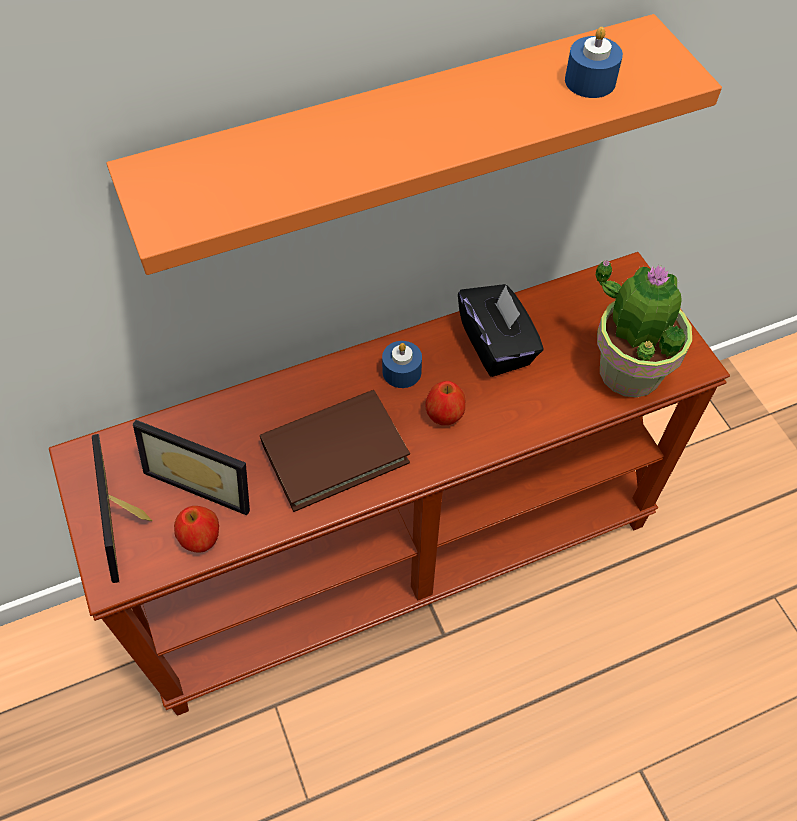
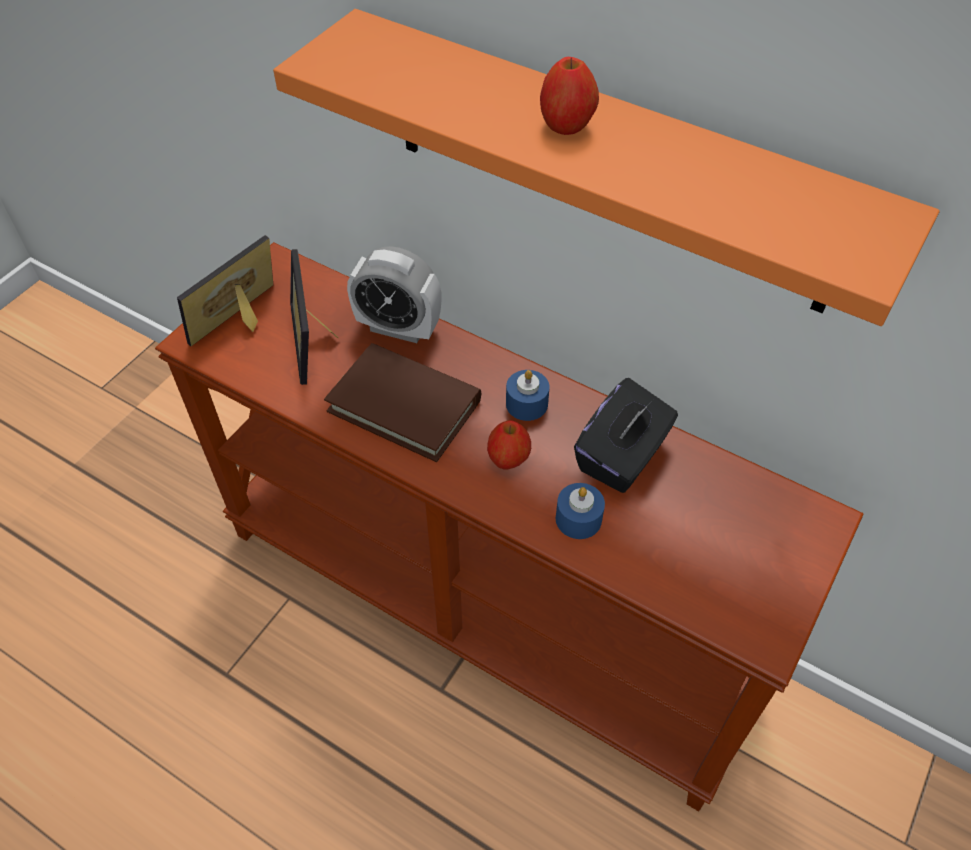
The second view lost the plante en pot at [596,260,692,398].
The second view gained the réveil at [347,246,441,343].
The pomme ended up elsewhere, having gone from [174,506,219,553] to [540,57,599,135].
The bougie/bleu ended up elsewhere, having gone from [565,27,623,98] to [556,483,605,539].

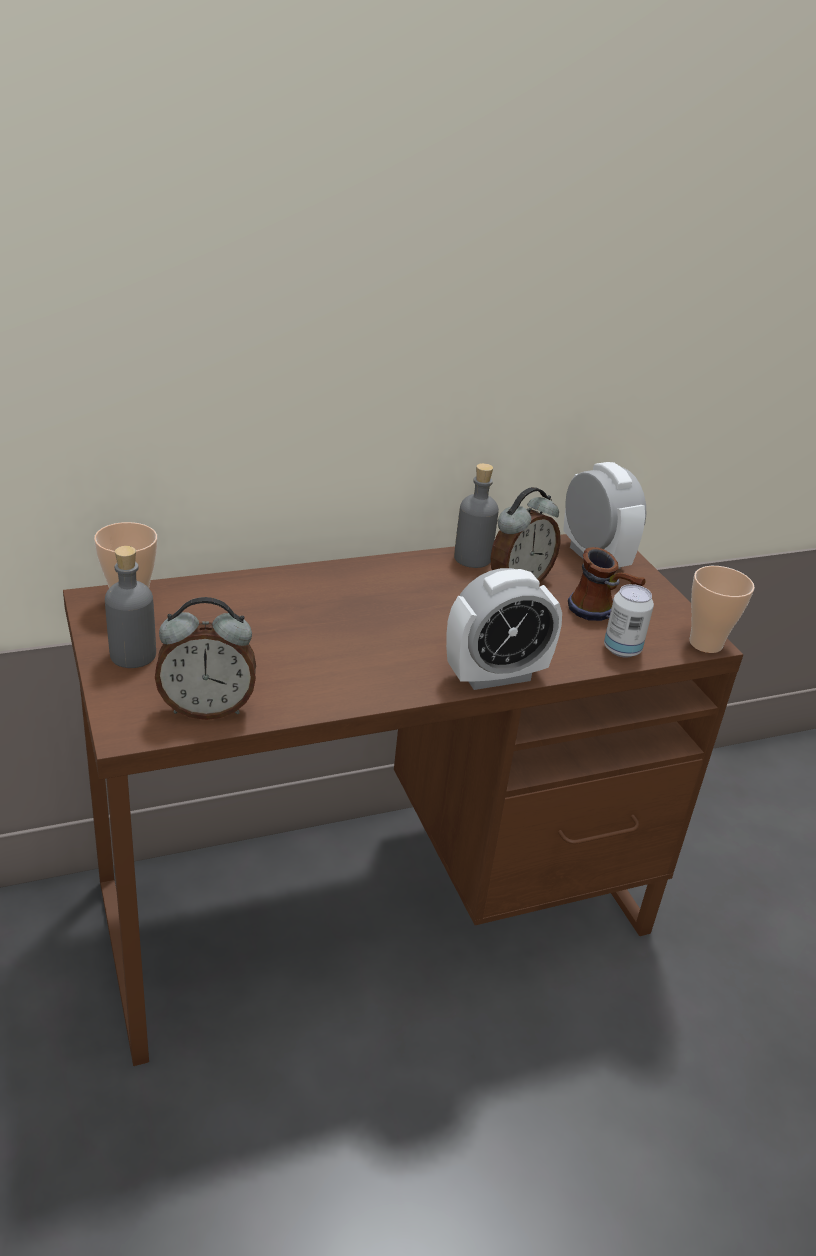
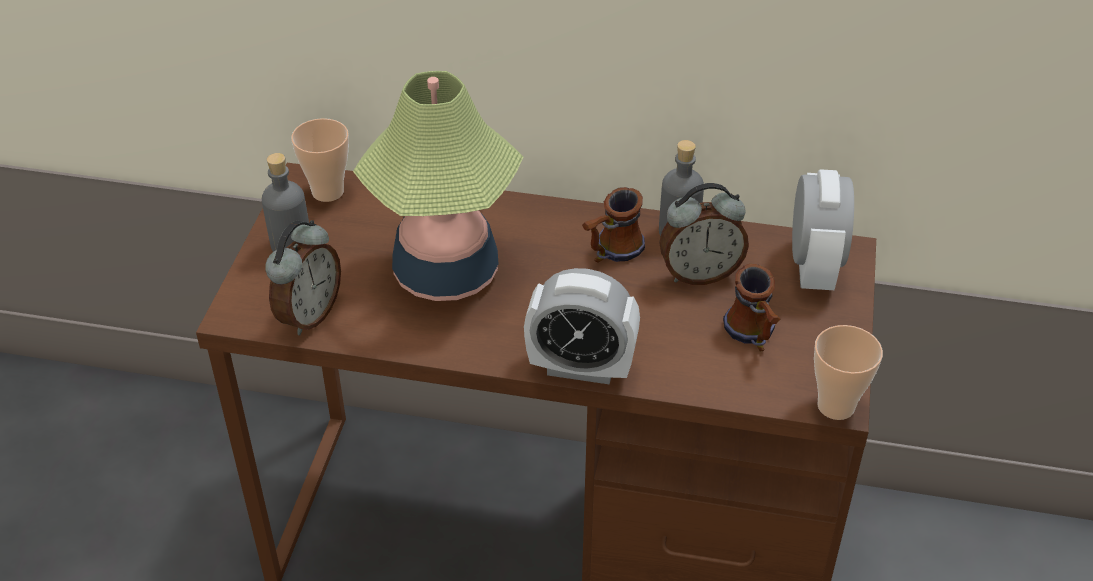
The second view lost the boîte métallique at [604,584,654,658].
The second view gained the lampe de table at [353,71,523,301].
The second view gained the mug at [582,187,645,263].
The réveil at [155,597,256,720] ended up facing another way, 90 degrees counterclockwise from before.

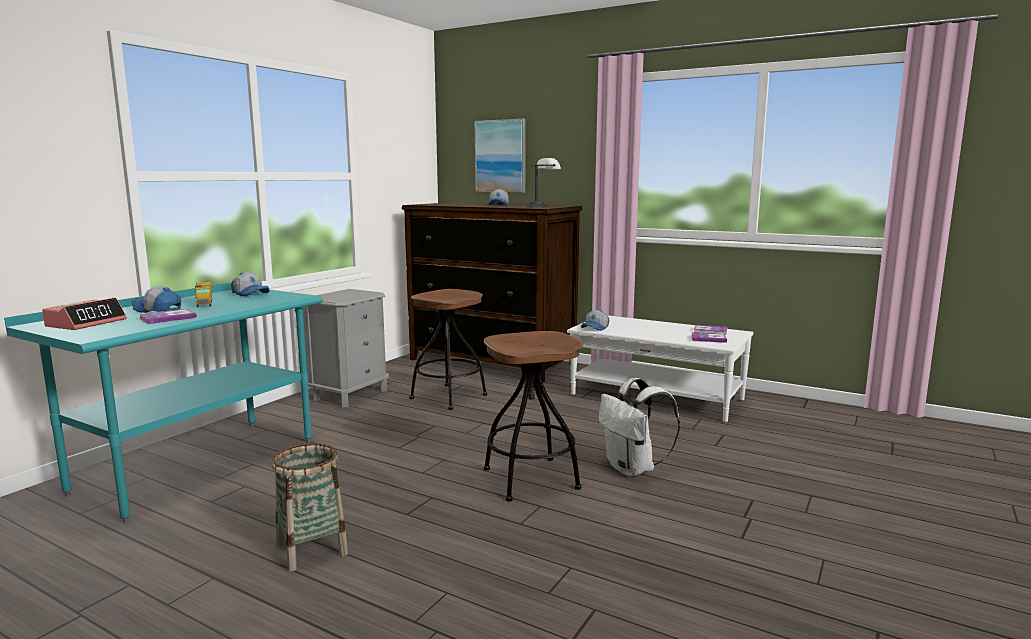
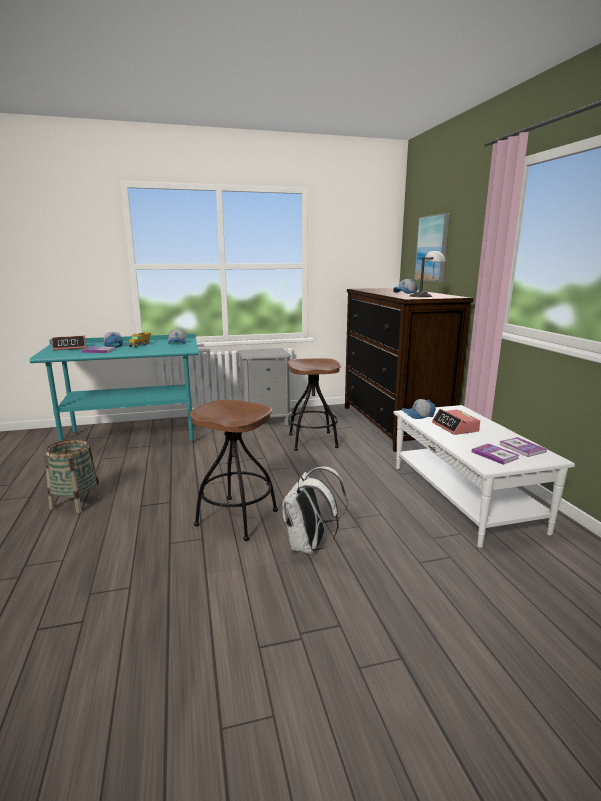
The second view gained the réveil at [432,409,480,435].

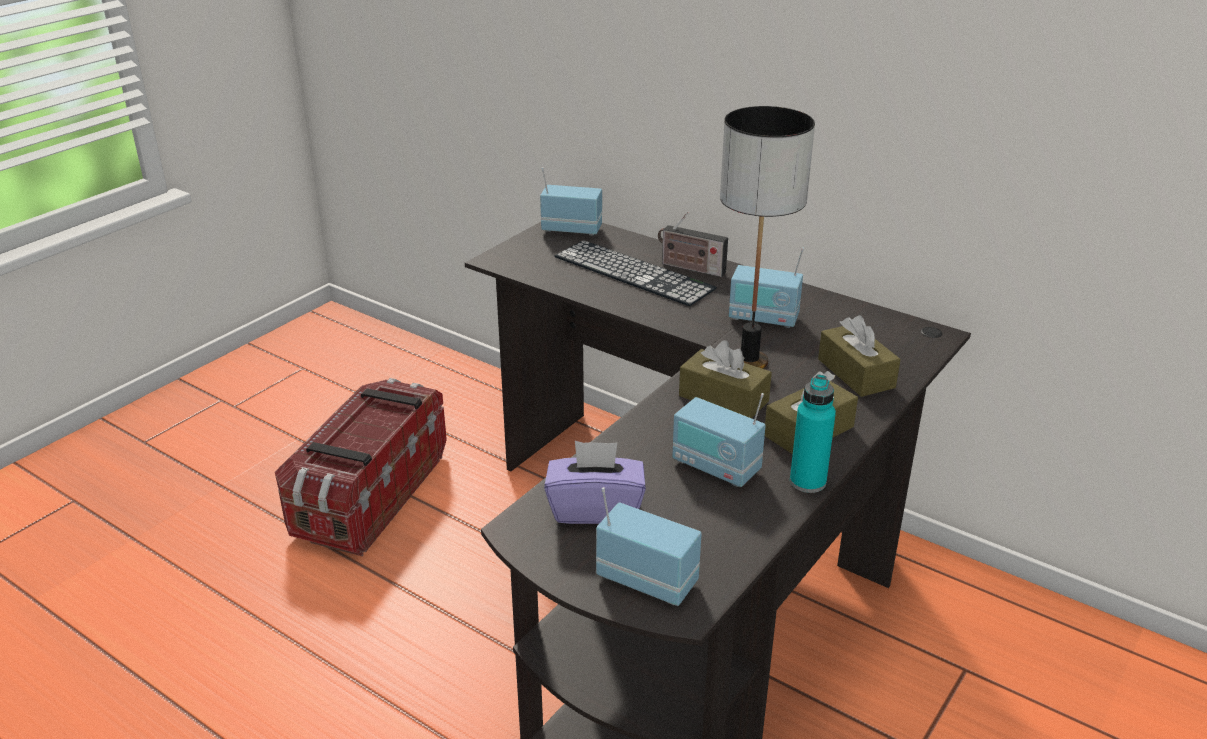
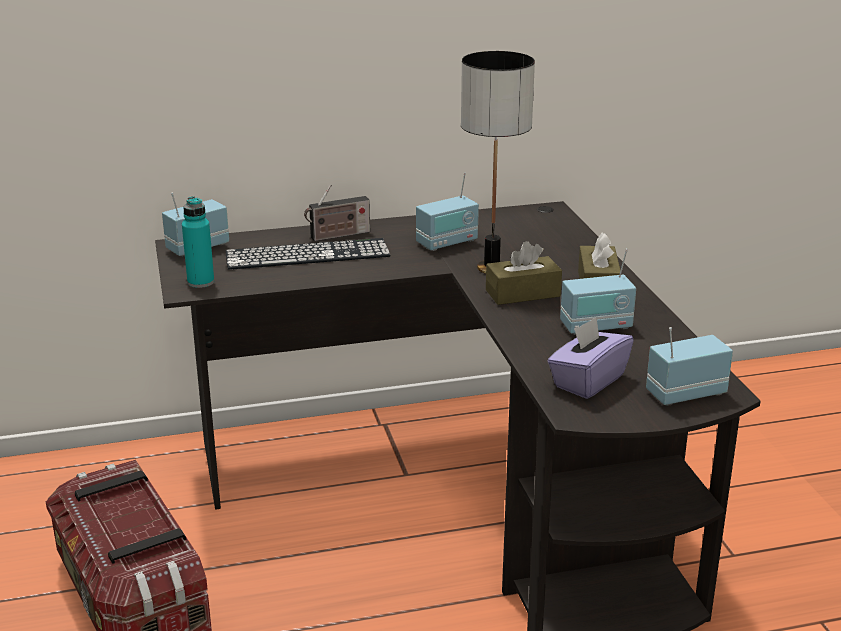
The second view lost the boîte à mouchoirs/marron at [818,315,901,397].
The bouteille/turquoise ended up elsewhere, having gone from [790,375,836,493] to [182,196,214,288].

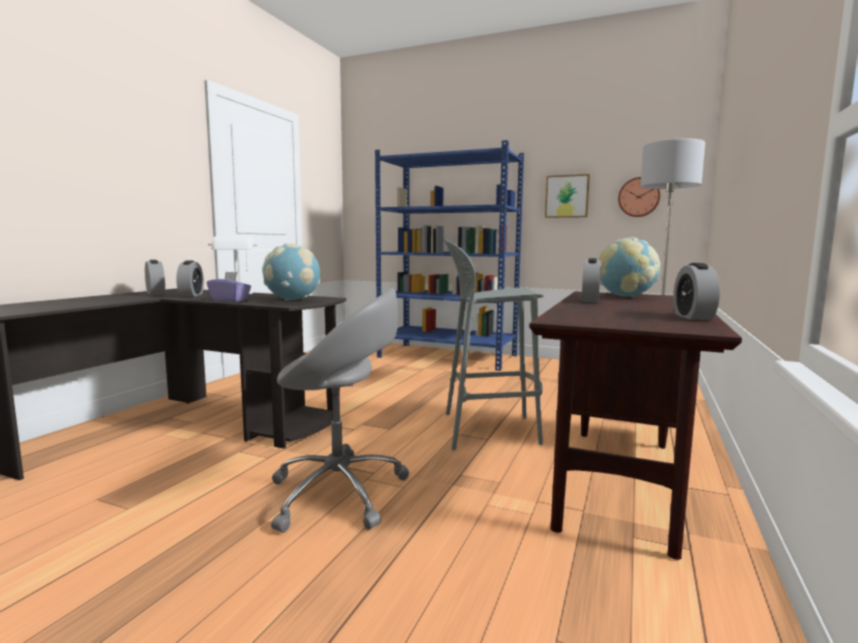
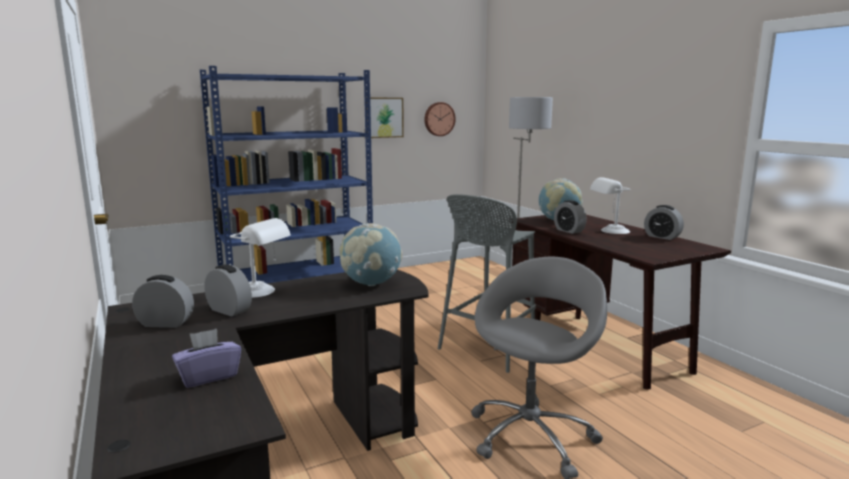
The second view gained the lampe de table/blanc at [590,177,631,234].
The boîte à mouchoirs/violet ended up elsewhere, having gone from [207,272,251,302] to [172,329,241,388].

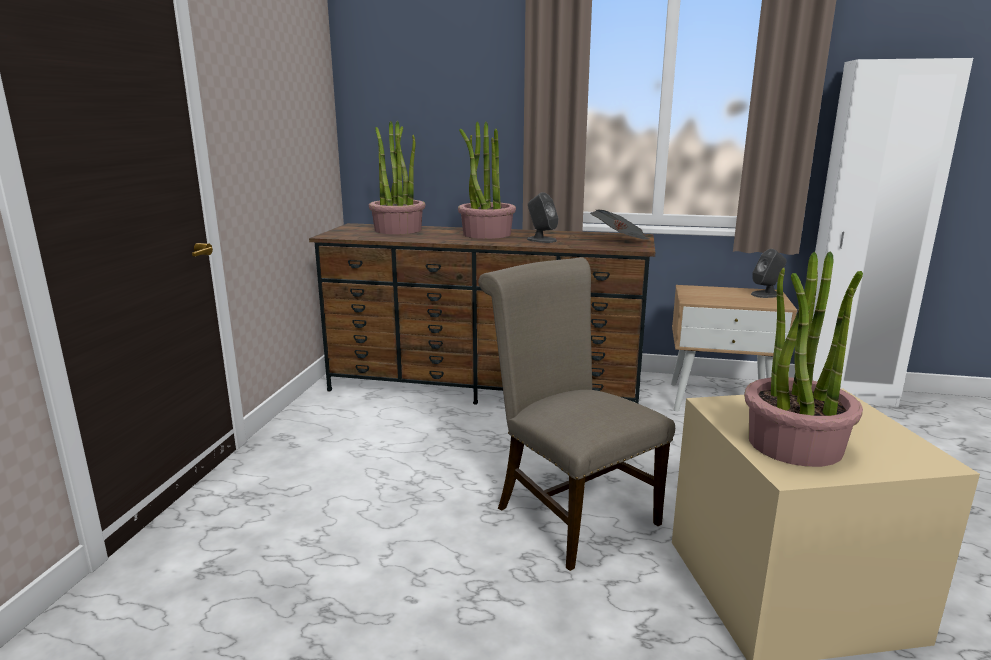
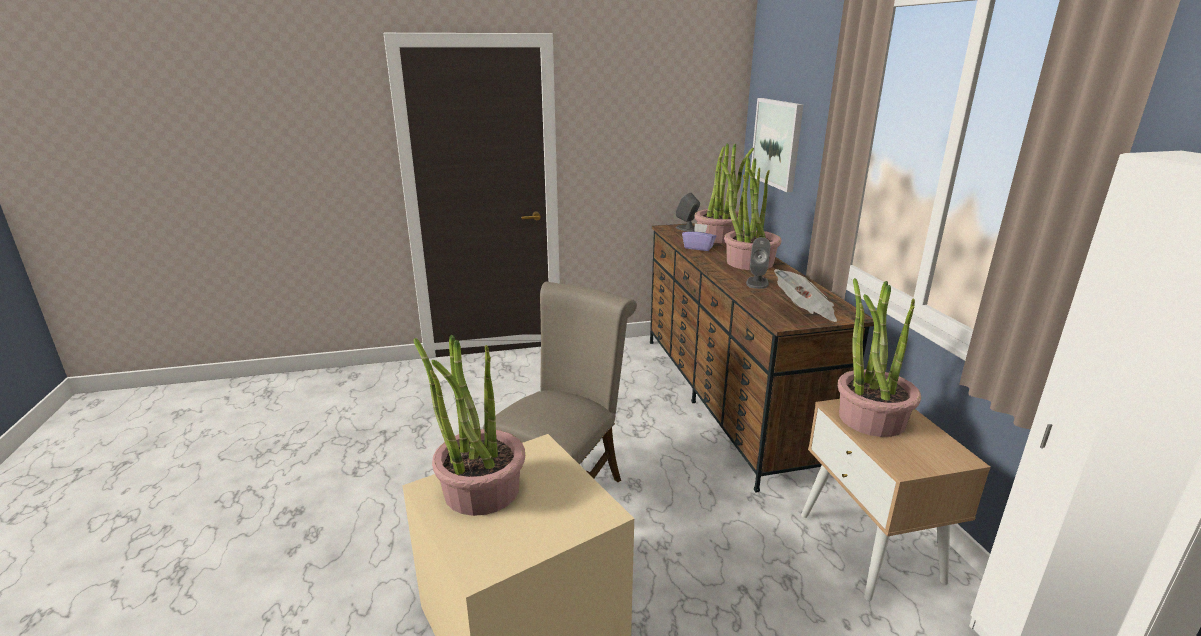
The second view gained the boîte à mouchoirs/violet at [682,223,716,251].
The second view gained the tableau at [751,98,803,192].
The second view gained the plante en pot at [838,278,921,437].
The enceinte/gris ended up elsewhere, having gone from [751,249,787,298] to [676,193,700,232].

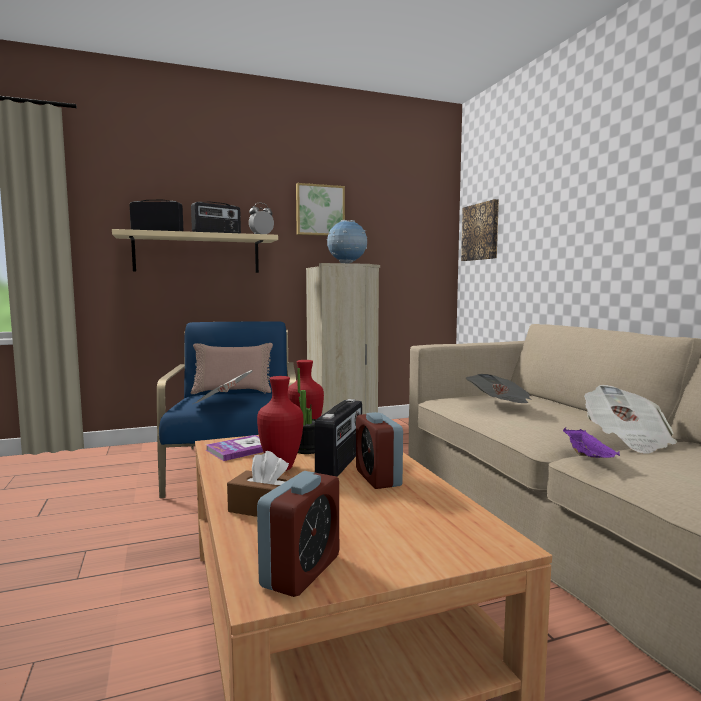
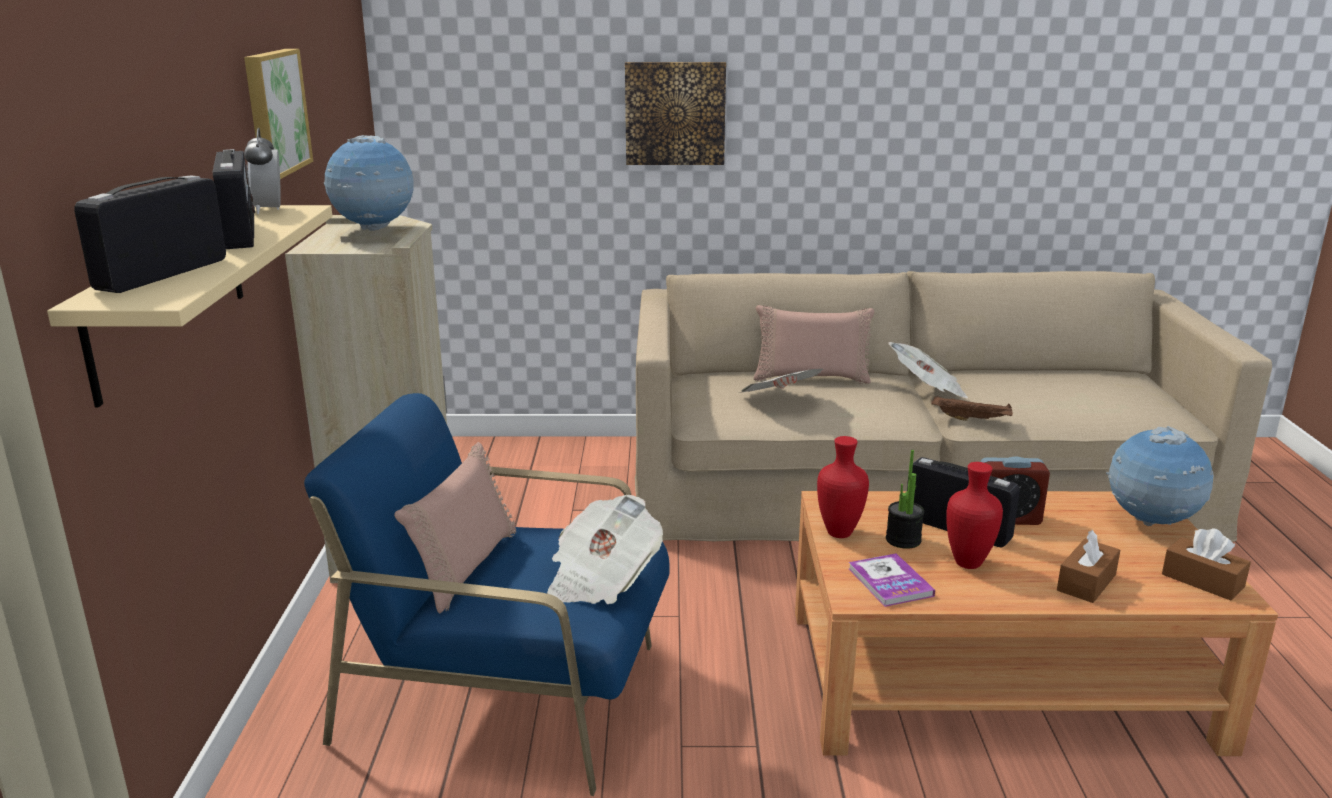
The second view gained the coussin/beige at [754,305,874,384].
The second view gained the globe at [1106,426,1213,526].
The tableau ended up elsewhere, having gone from [461,199,499,261] to [625,62,726,165].
Where the réveil stood at [257,471,339,597], the boîte à mouchoirs/marron came to stand at [1162,528,1251,601].
What was the plateau/violet at [563,428,620,458] turned into the plateau/marron at [931,396,1013,421].

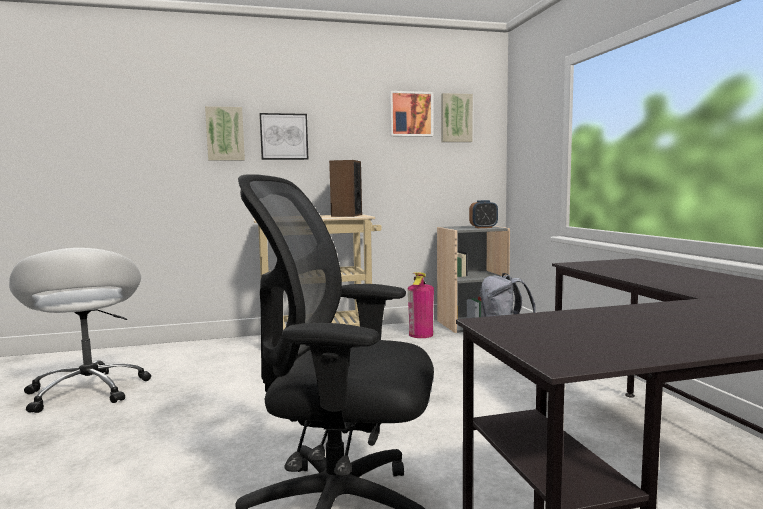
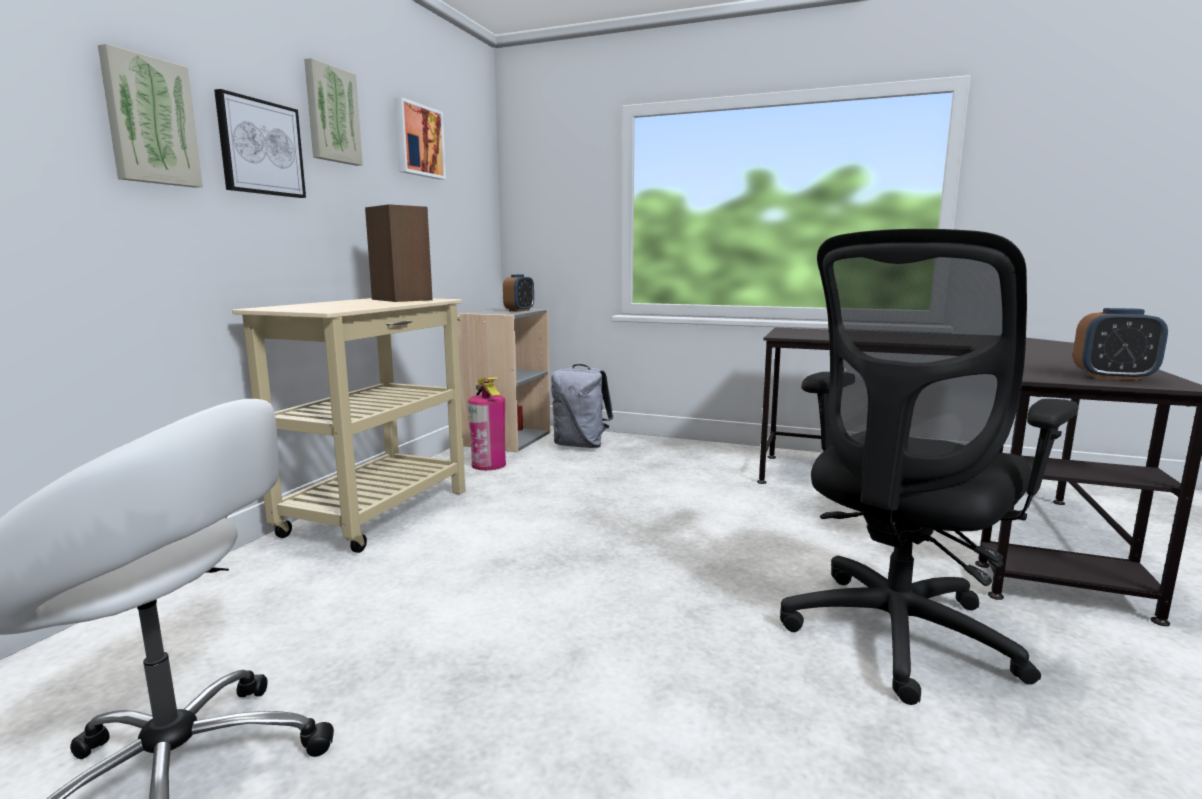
The second view gained the réveil at [1073,308,1168,381].
The tableau ended up elsewhere, having gone from [441,93,473,142] to [304,58,363,166].

